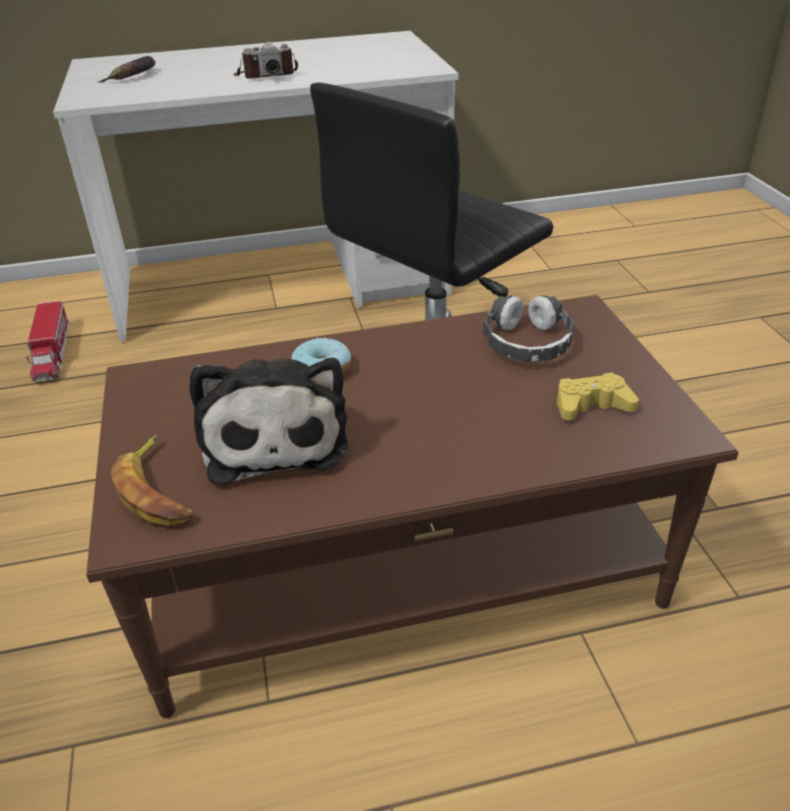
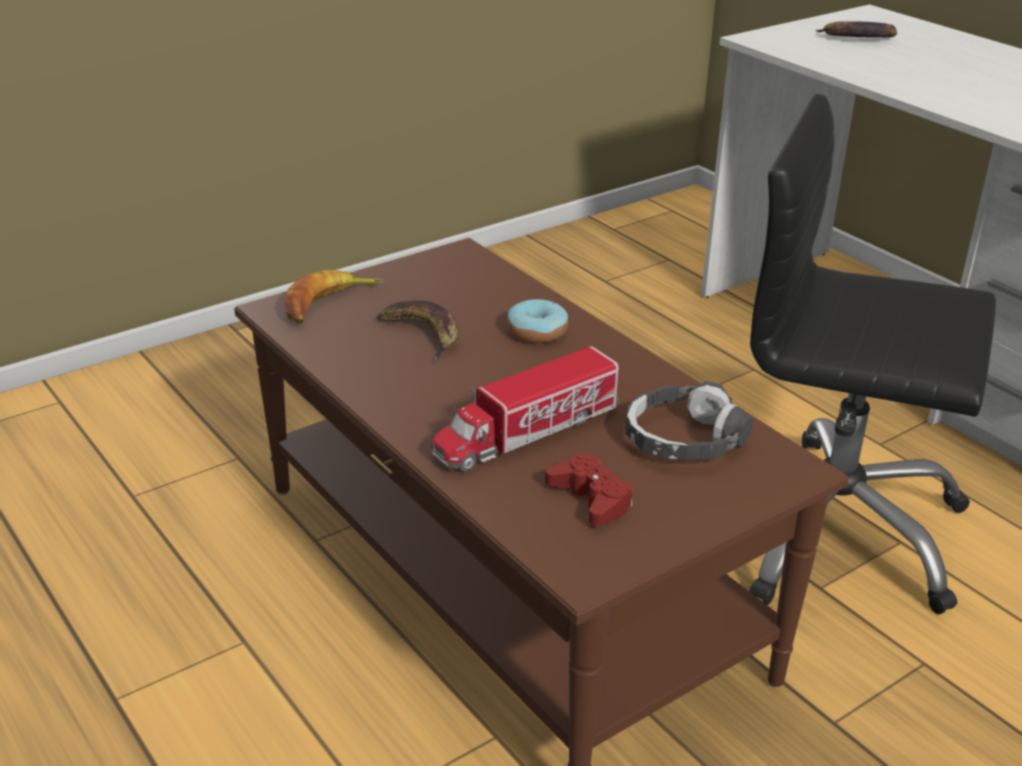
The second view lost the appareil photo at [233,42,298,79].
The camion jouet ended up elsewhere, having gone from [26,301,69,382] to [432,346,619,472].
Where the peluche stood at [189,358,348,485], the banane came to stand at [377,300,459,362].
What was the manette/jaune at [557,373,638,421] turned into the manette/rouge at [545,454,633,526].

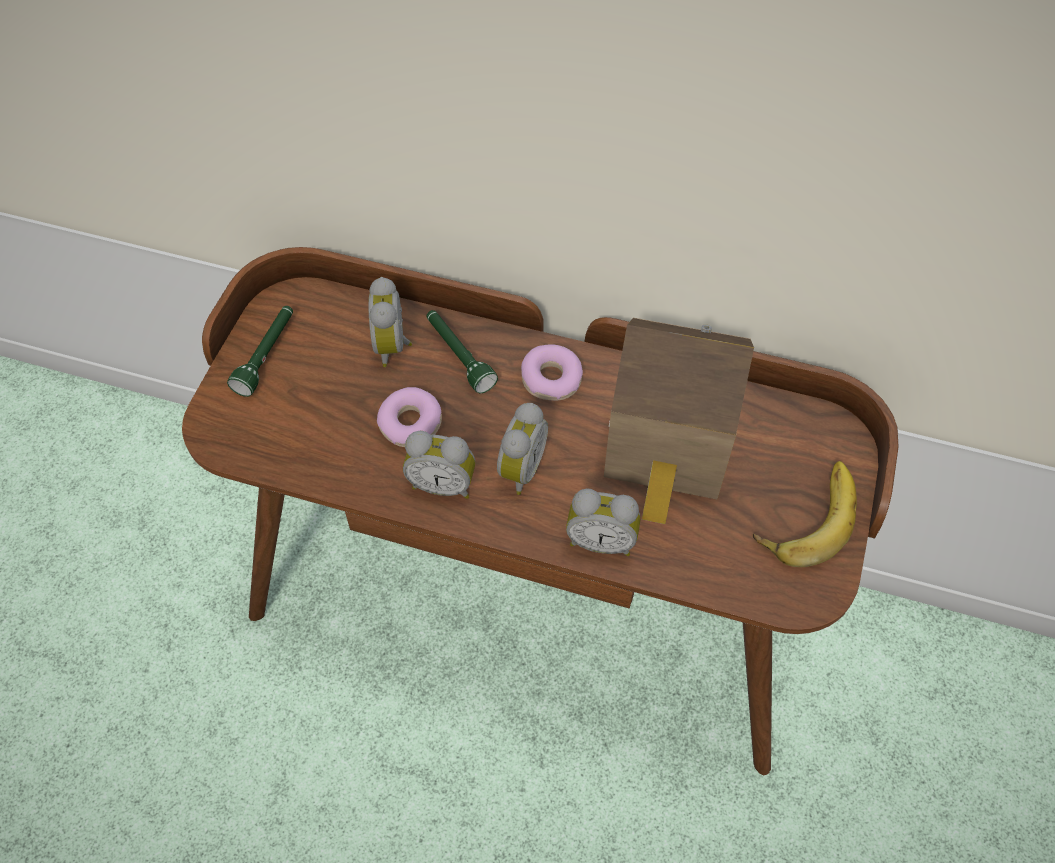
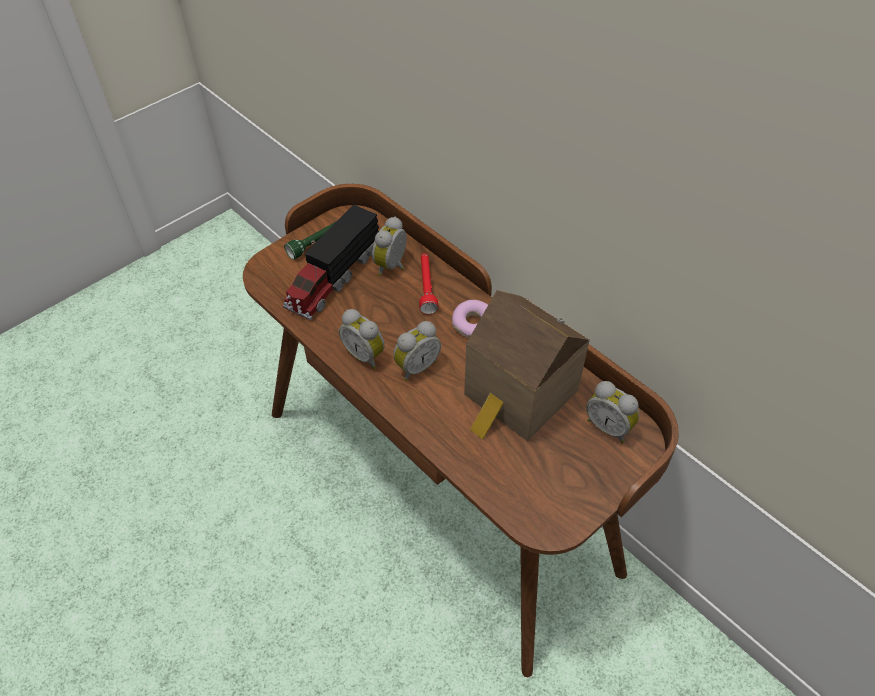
The second view lost the beignet at [377,387,442,447].
The second view lost the banane at [753,461,857,567].
The second view gained the camion jouet at [283,204,379,320].
The réveil ended up elsewhere, having gone from [566,489,640,556] to [586,381,639,443].
What was the lampe de poche/vert at [427,310,498,393] turned into the lampe de poche/rouge at [419,253,438,314].

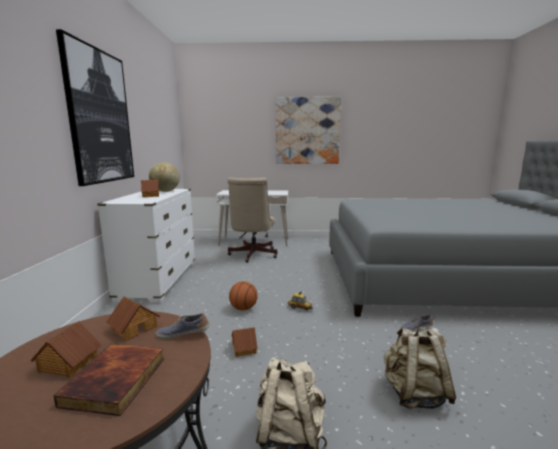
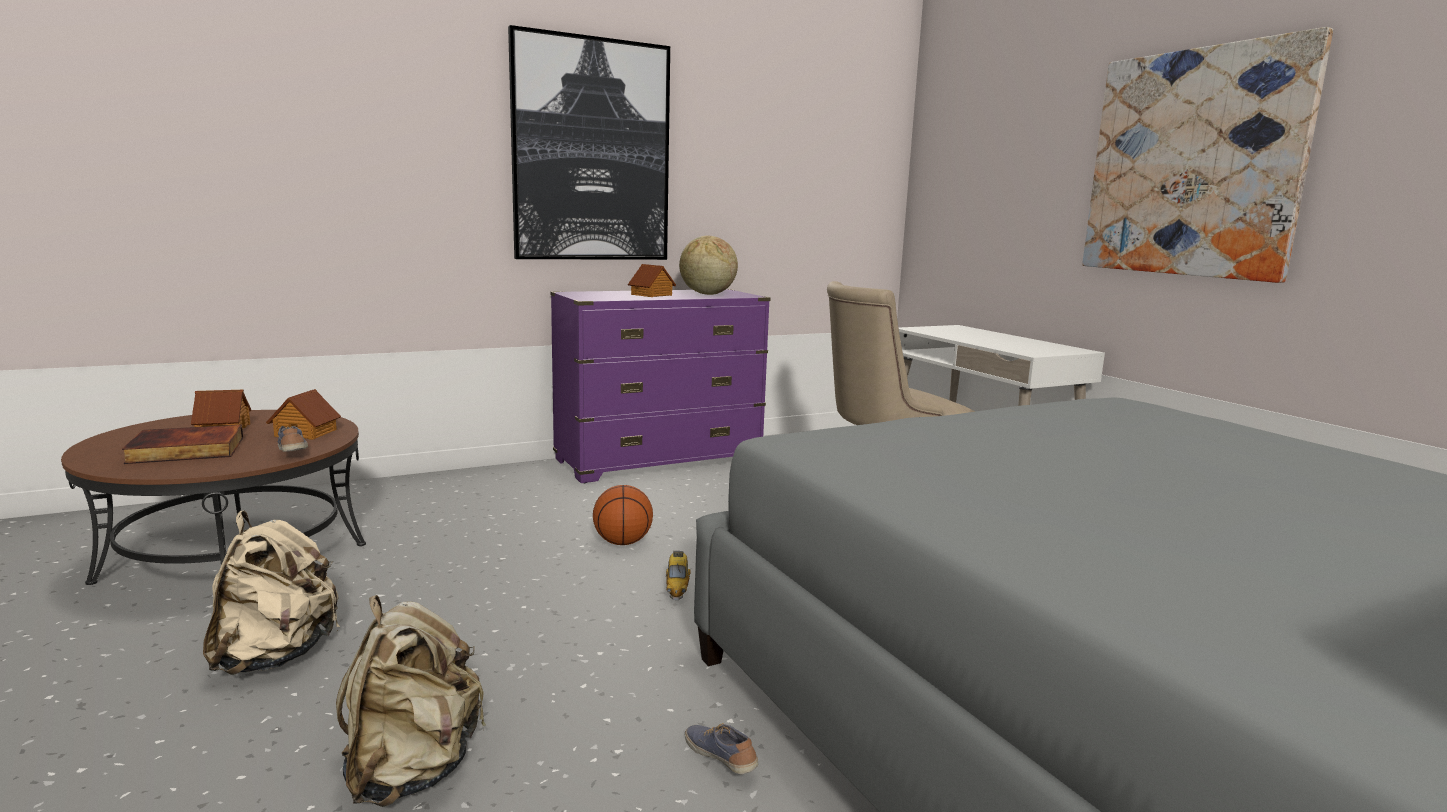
The second view lost the maison miniature at [232,327,258,357].
What was the commode/blanc at [97,189,195,303] turned into the commode/violet at [550,289,771,483].

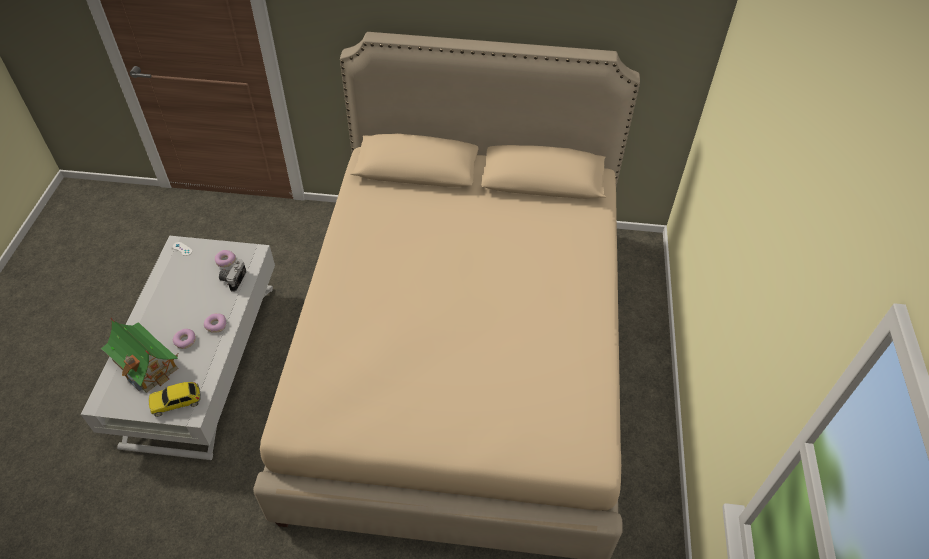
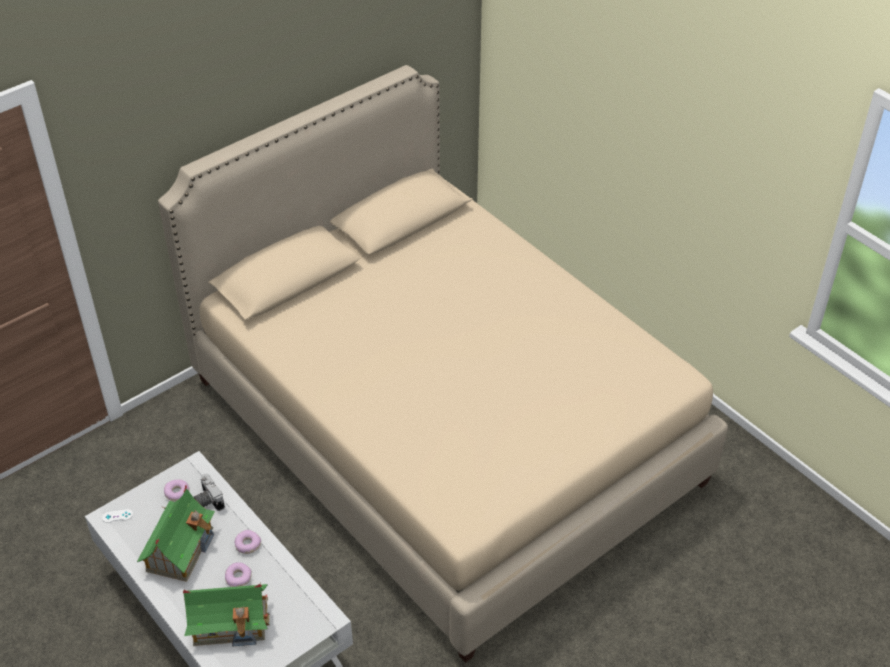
The second view lost the petite voiture at [149,382,201,417].
The second view gained the maison miniature at [137,485,215,582].

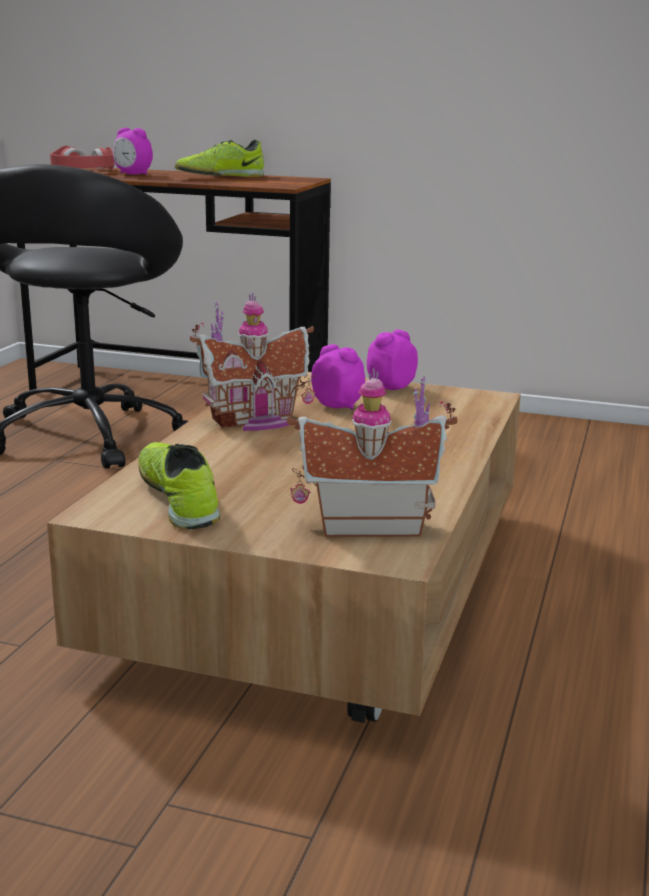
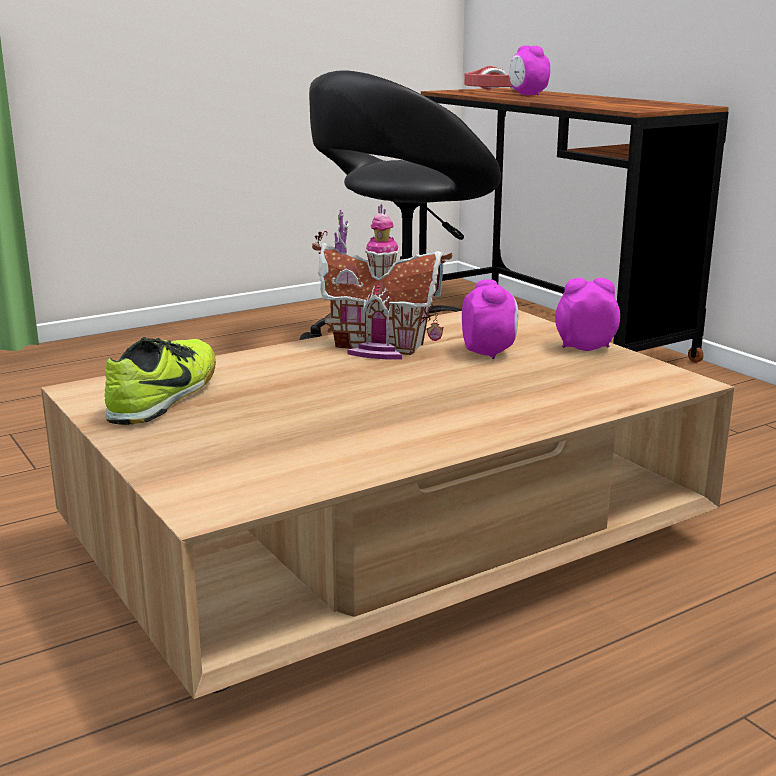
The second view lost the chaussure at [175,140,264,177].
The second view lost the maison miniature at [287,368,458,537].

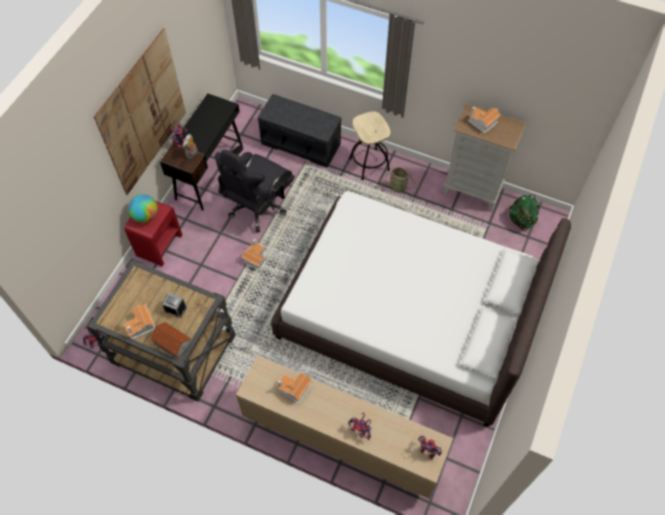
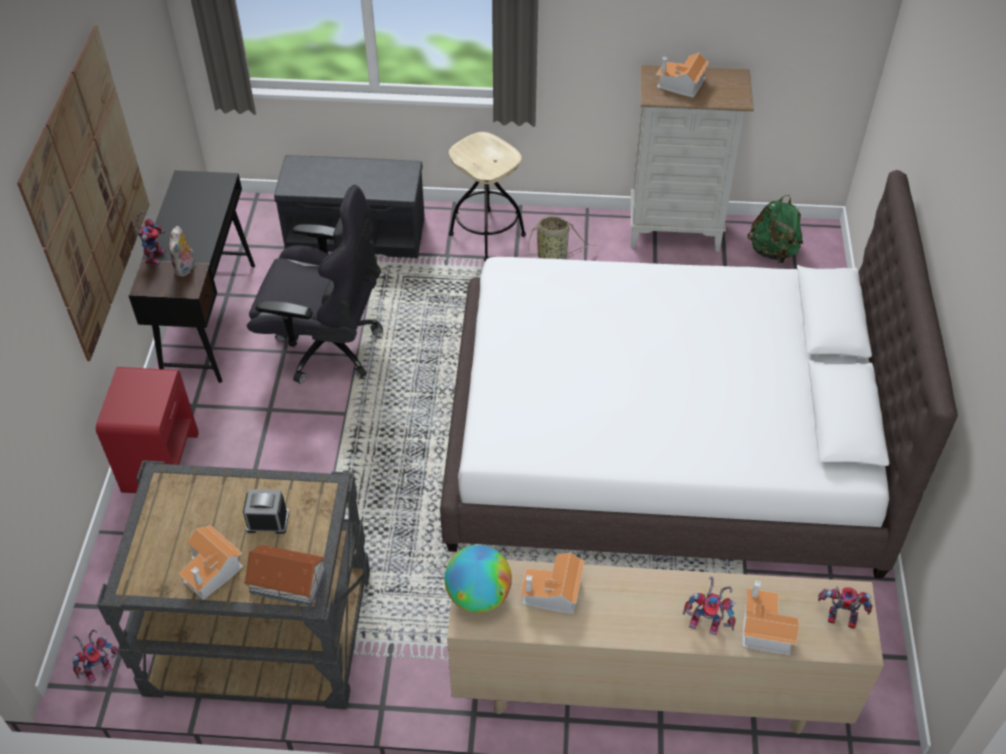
The globe ended up elsewhere, having gone from [128,194,158,223] to [444,545,512,613].
The maison miniature ended up elsewhere, having gone from [241,239,265,270] to [742,581,799,655].
The chaise de bureau/noir at [215,146,295,232] ended up facing another way, 90 degrees counterclockwise from before.

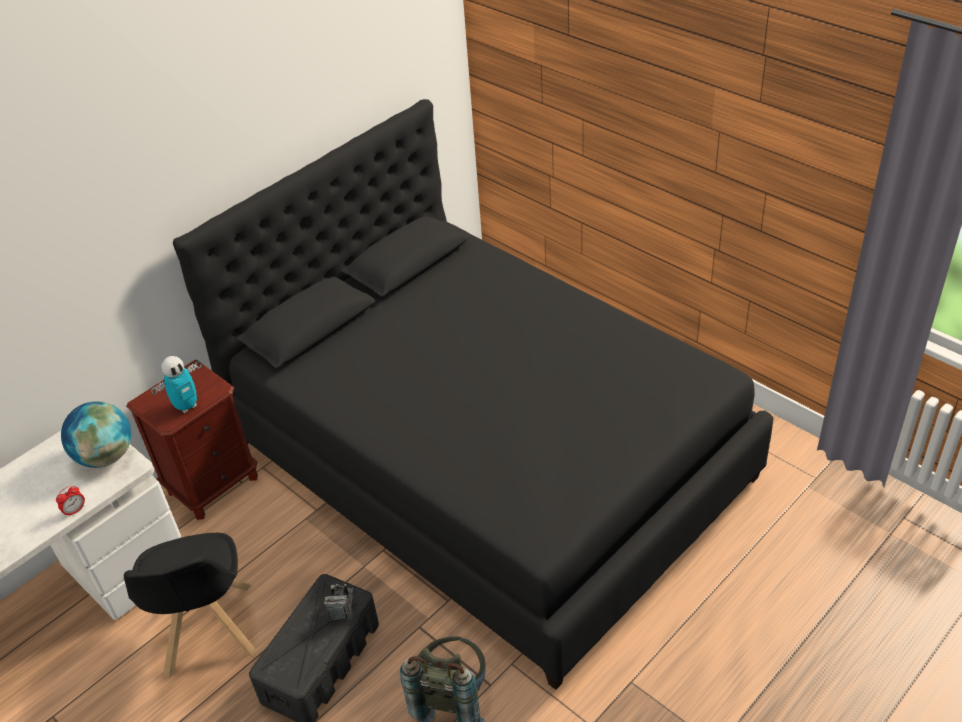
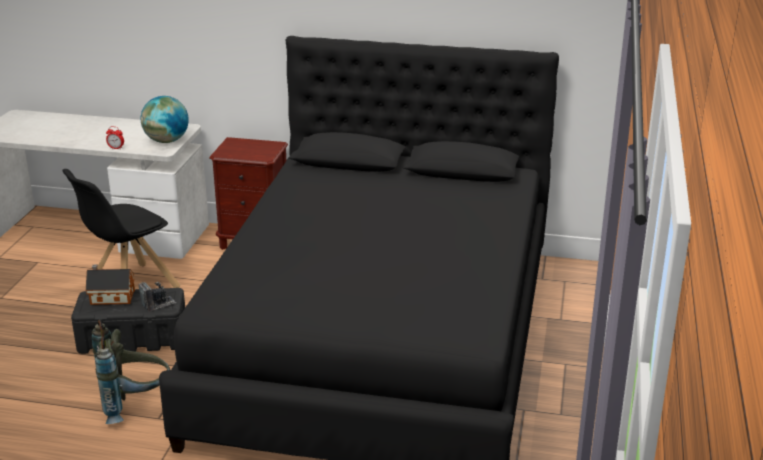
The second view lost the robot jouet at [151,356,202,413].
The second view gained the maison miniature at [86,265,135,305].

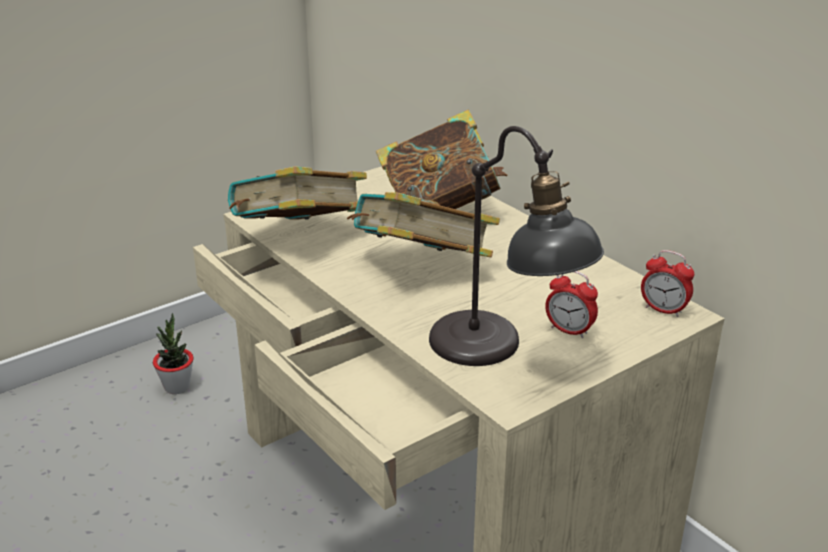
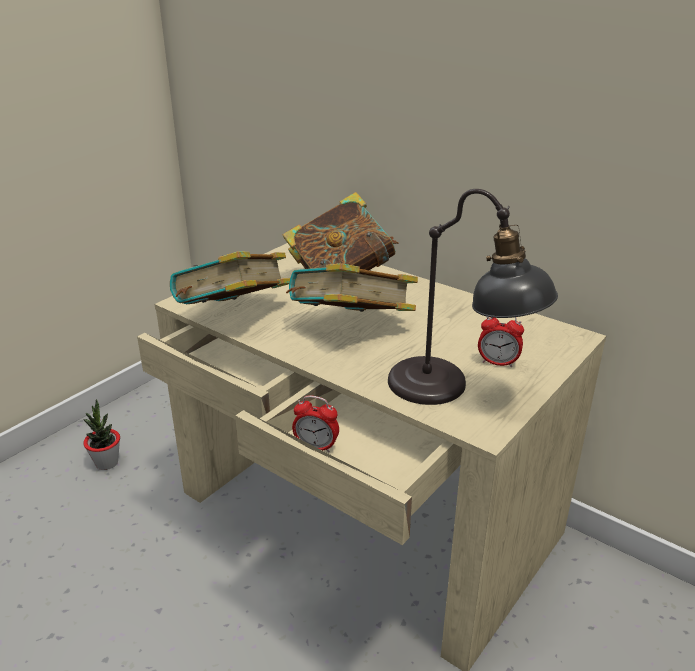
The réveil ended up elsewhere, having gone from [641,250,694,317] to [292,395,339,453].

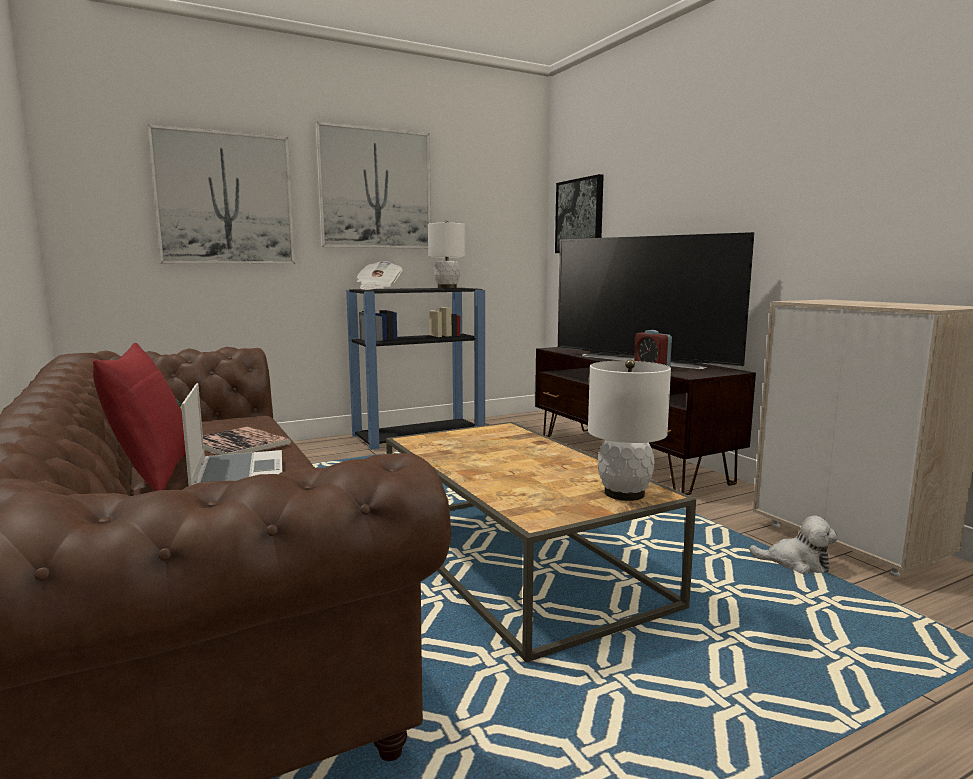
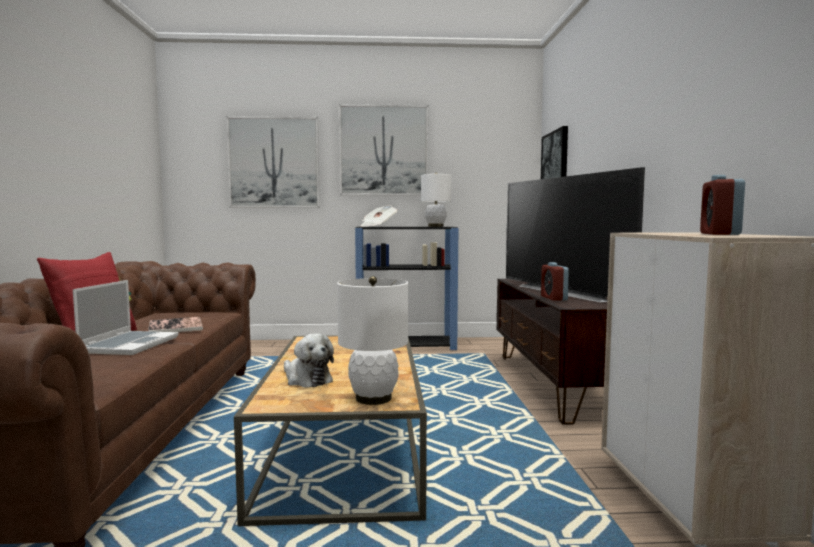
The second view gained the réveil at [700,175,745,235].
The peluche ended up elsewhere, having gone from [749,515,838,574] to [284,333,334,388].

